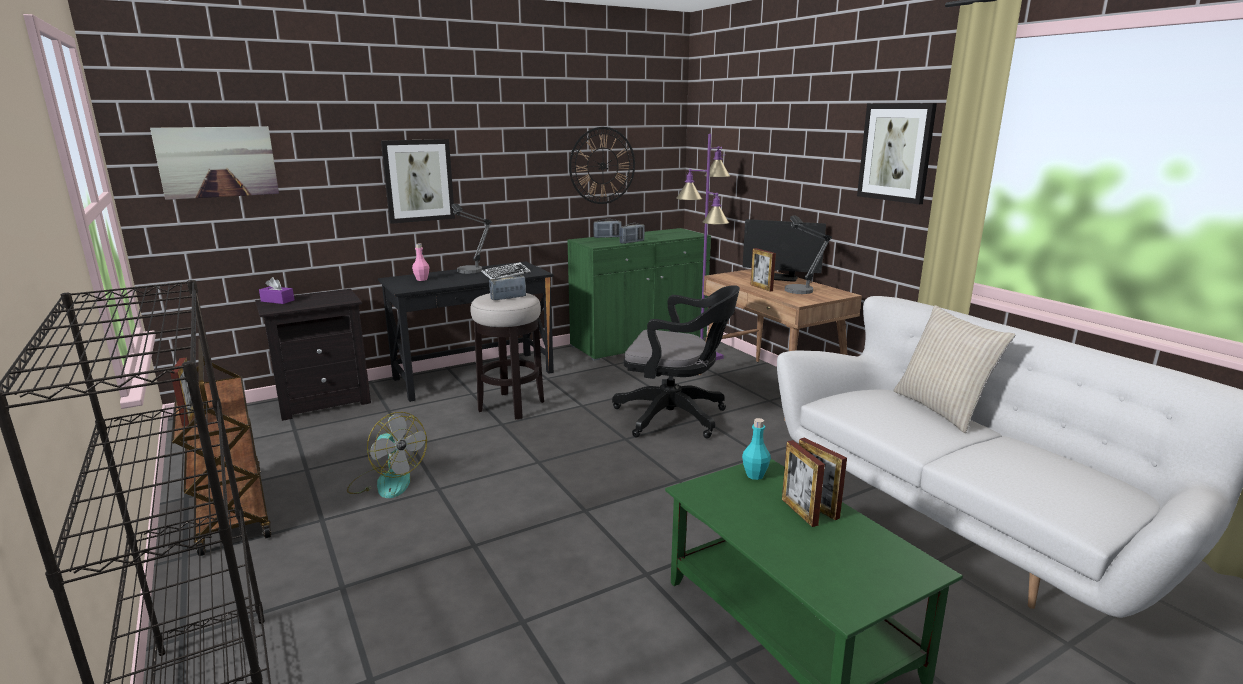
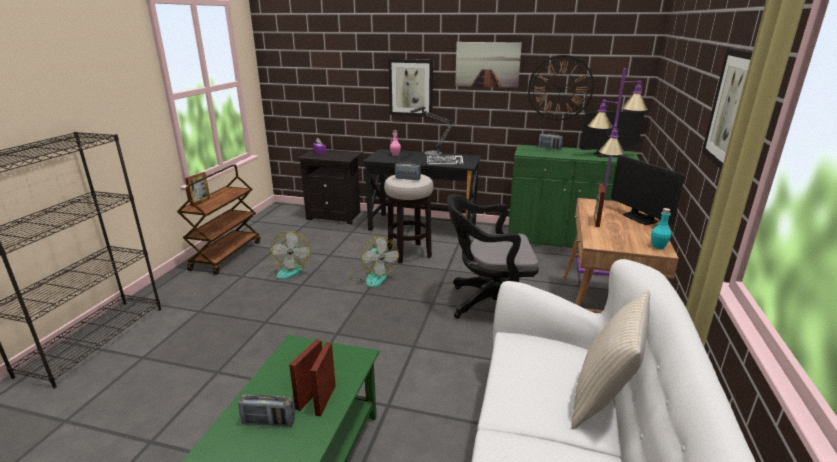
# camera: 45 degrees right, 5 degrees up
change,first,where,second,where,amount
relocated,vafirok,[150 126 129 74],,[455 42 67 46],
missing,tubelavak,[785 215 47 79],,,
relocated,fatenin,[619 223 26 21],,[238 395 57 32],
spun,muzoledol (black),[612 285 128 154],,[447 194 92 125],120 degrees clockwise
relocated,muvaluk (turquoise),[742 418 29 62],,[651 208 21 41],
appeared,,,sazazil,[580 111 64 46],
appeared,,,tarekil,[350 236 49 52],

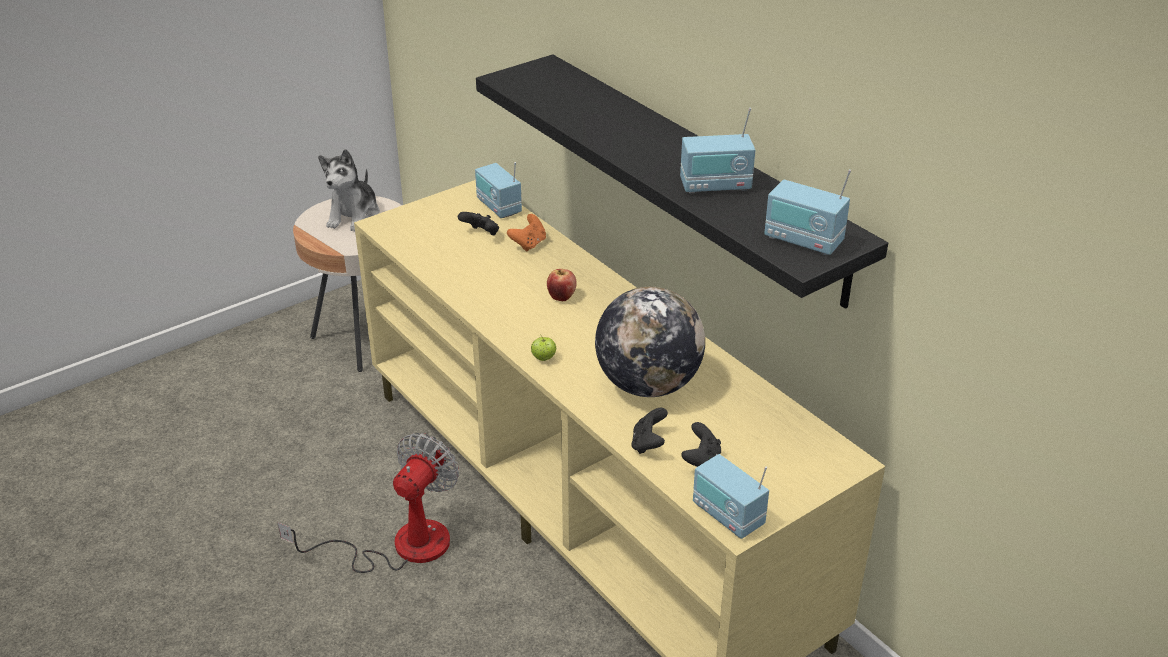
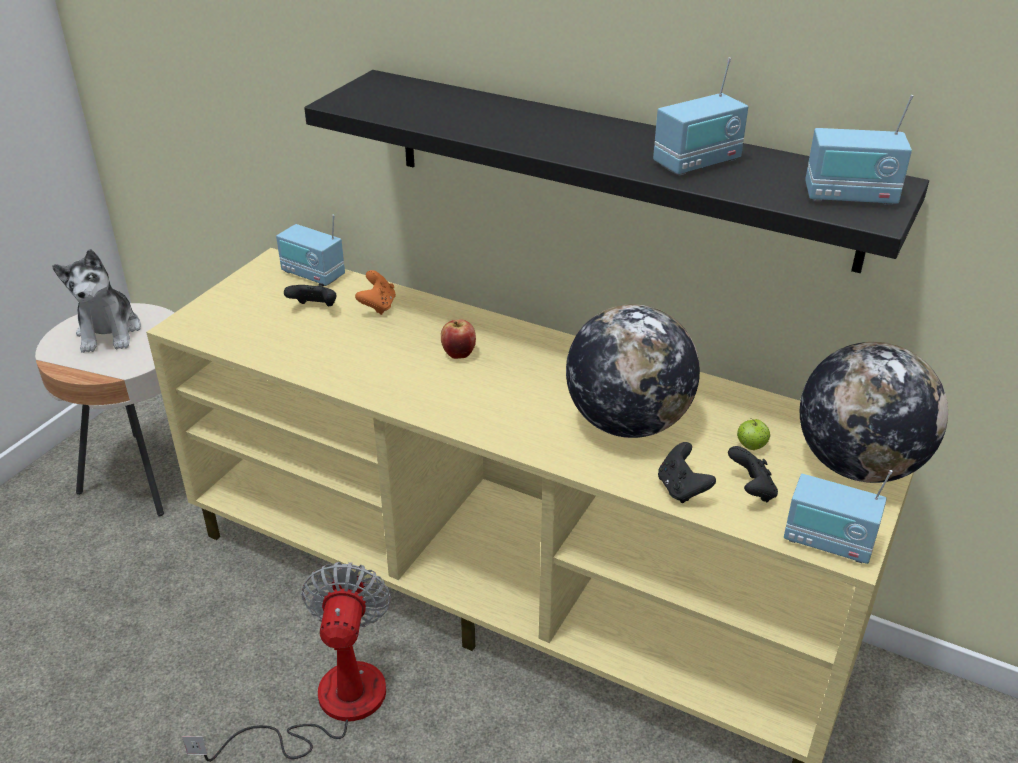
# camera: 25 degrees left, 0 degrees up
change,first,where,second,where,amount
relocated,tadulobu,[531 337 25 24],,[737 418 33 32],
appeared,,,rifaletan,[800 342 148 141],

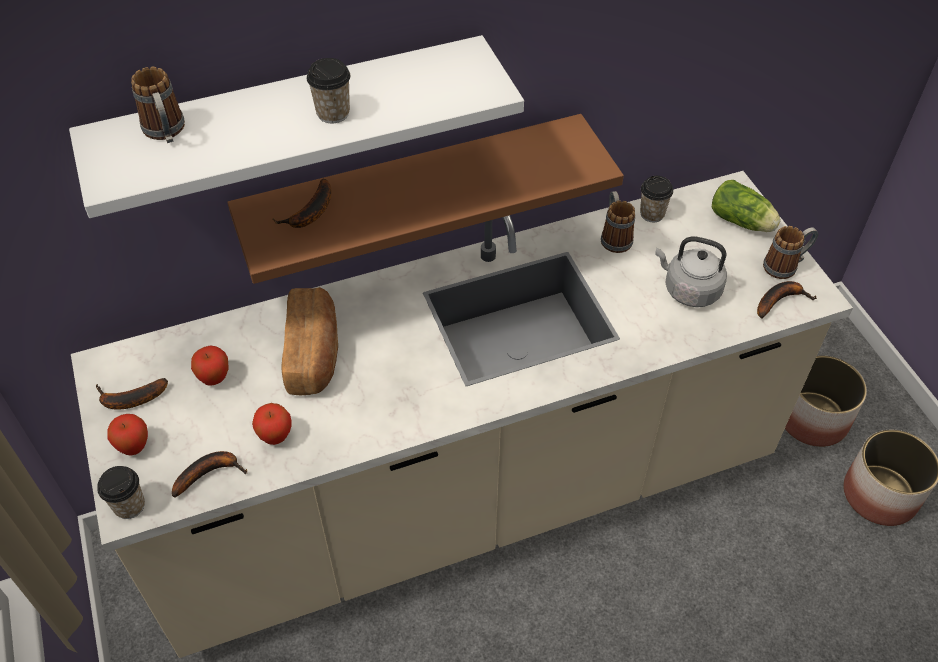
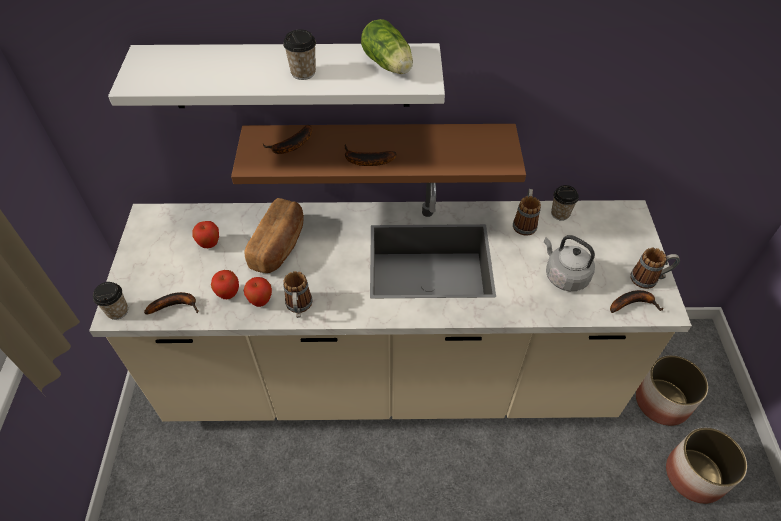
# camera: 20 degrees right, 0 degrees up
change,first,where,second,where,amount
relocated,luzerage,[131 67 54 76],,[283 271 30 47],
relocated,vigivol,[712 180 69 52],,[361 19 52 55],
relocated,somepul,[96 378 72 32],,[345 144 52 22],
relocated,tadulobu,[107 414 41 42],,[244 277 28 30],

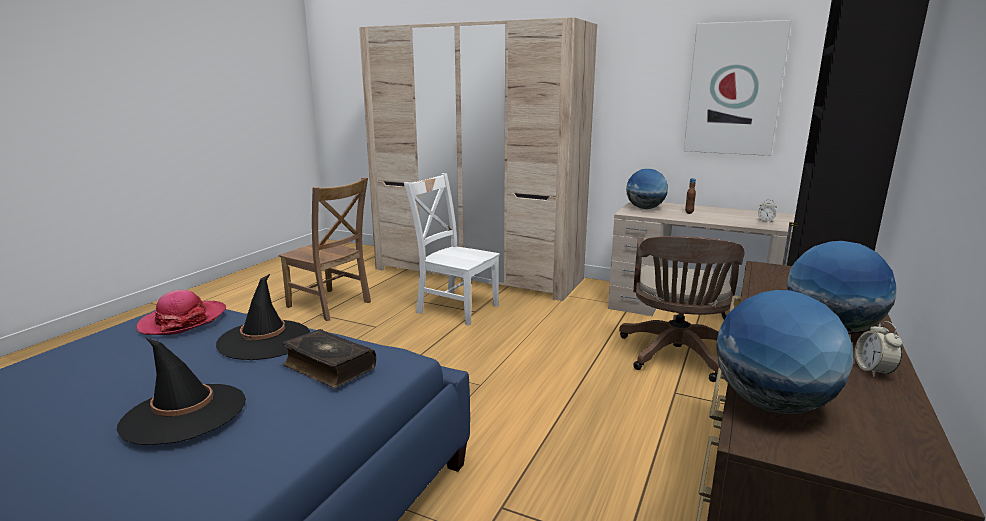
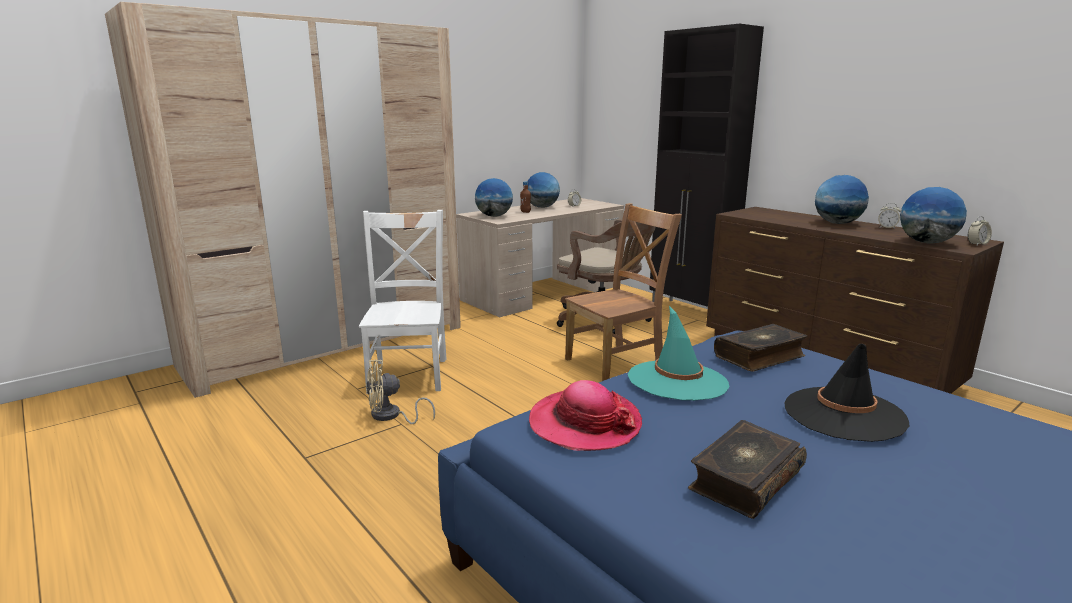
# camera: 65 degrees left, 0 degrees up
change,first,where,second,where,amount
missing,vafirok,[684 20 107 136],,,
spun,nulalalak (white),[404 173 96 153],,[359 210 87 184],120 degrees clockwise
relocated,nulalalak (brown),[279 178 92 143],,[565 203 117 178],
colour,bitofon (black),[216 273 94 87],bitofon (turquoise),[628 306 102 95],
appeared,,,rifaletan,[527 172 33 36],
appeared,,,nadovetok,[968 216 24 29],
appeared,,,tarekil (beige),[366 359 69 65],
appeared,,,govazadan,[688 420 119 99],

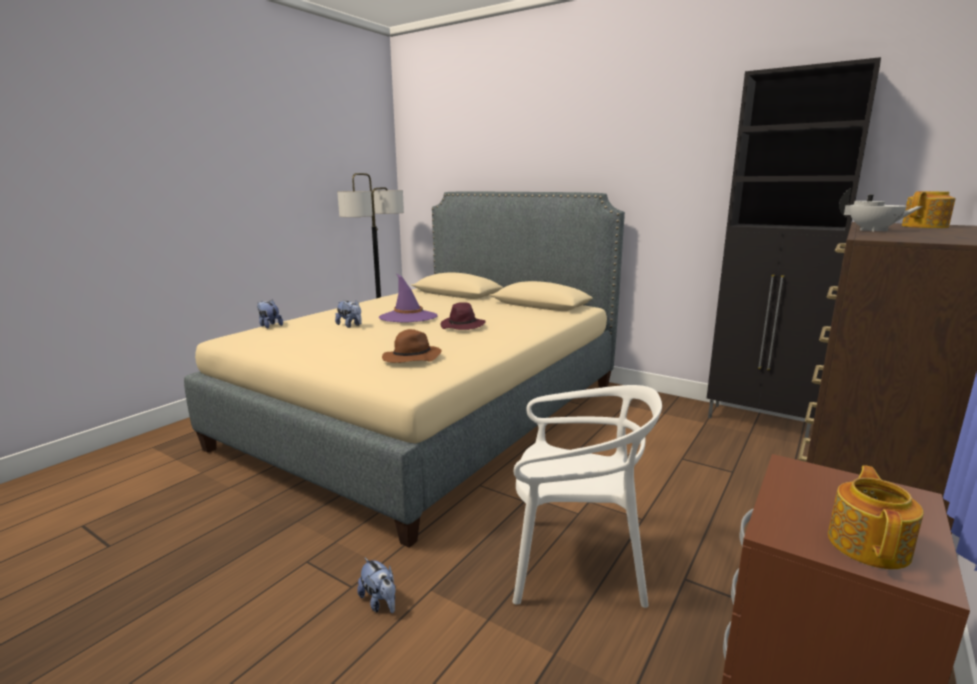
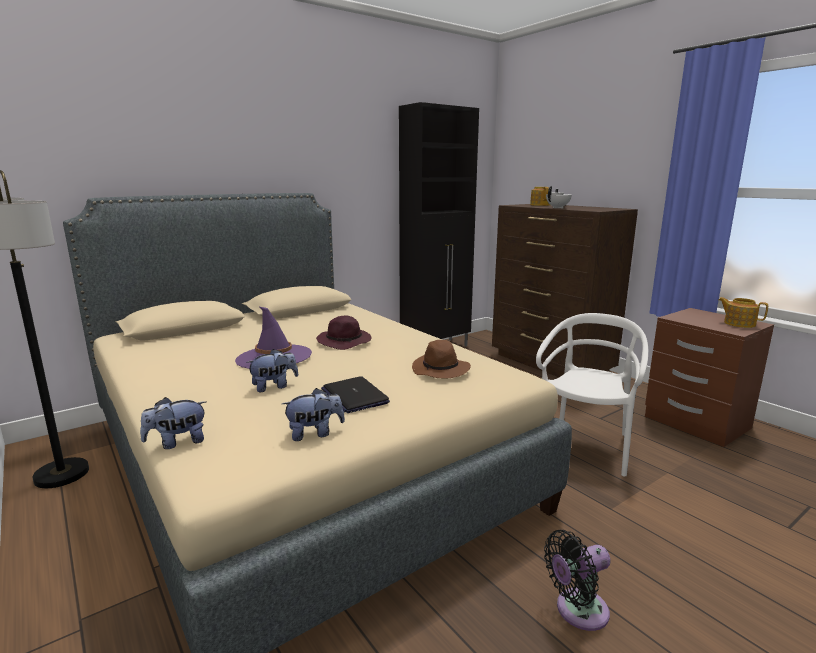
# camera: 70 degrees left, 0 degrees up
change,first,where,second,where,amount
relocated,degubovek,[357 558 39 55],,[282 388 63 53],
appeared,,,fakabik,[321 376 69 37],
appeared,,,tarekil (black),[544 530 67 101],

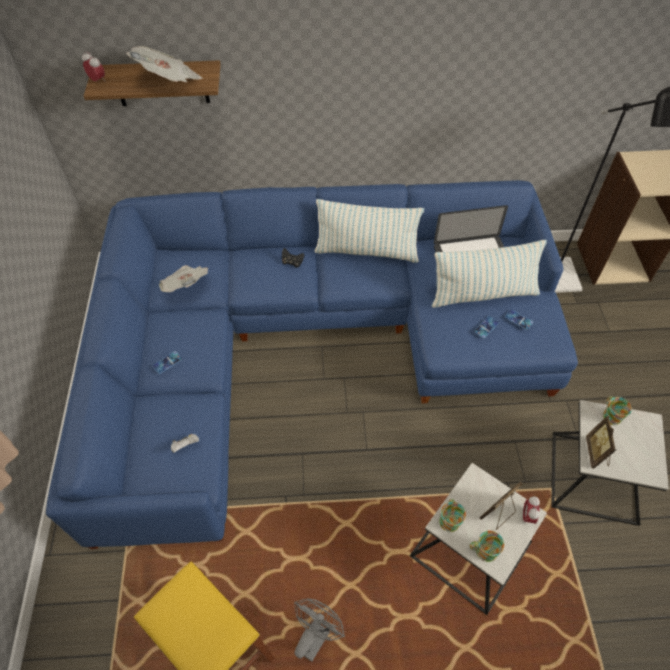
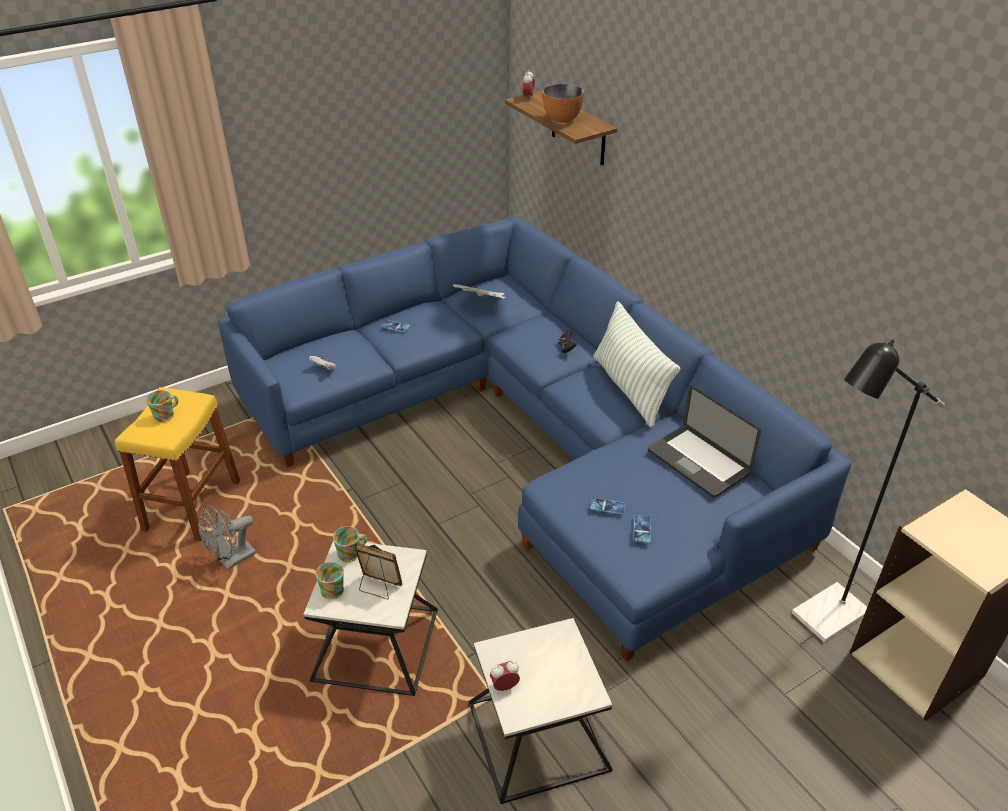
# camera: 60 degrees right, 15 degrees down
change,first,where,second,where,amount
exchanged,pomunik,[126 46 77 36],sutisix,[543 84 41 39],
missing,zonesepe,[431 240 116 68],,,
relocated,luzerage,[603 396 29 29],,[146 390 32 32],
missing,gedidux,[586 416 30 52],,,
relocated,nadovetok,[523 496 17 28],,[490 660 30 31],
spun,tarekil (grey),[294 598 51 64],,[198 505 58 65],135 degrees clockwise

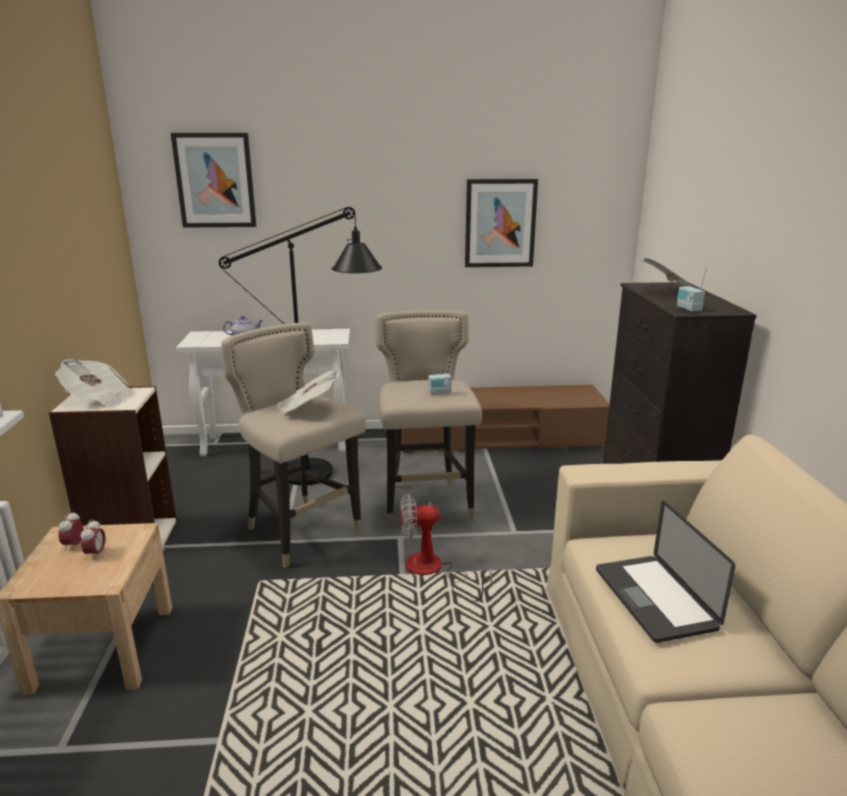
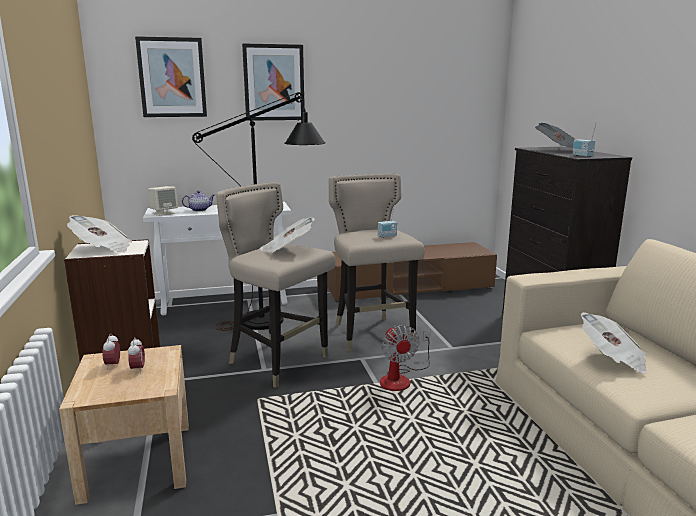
# camera: 10 degrees left, 5 degrees down
change,first,where,second,where,amount
relocated,vafirok,[465 179 73 88],,[242 43 62 78],
spun,tarekil,[400 493 92 109],,[380 325 50 66],90 degrees counterclockwise
exchanged,fakabik,[596 500 139 143],pomunik,[581 312 66 62],
appeared,,,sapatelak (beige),[148 186 30 30],

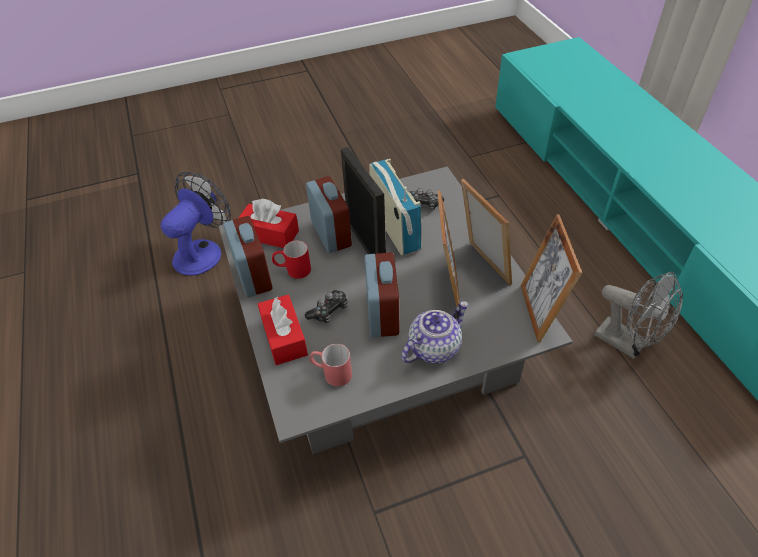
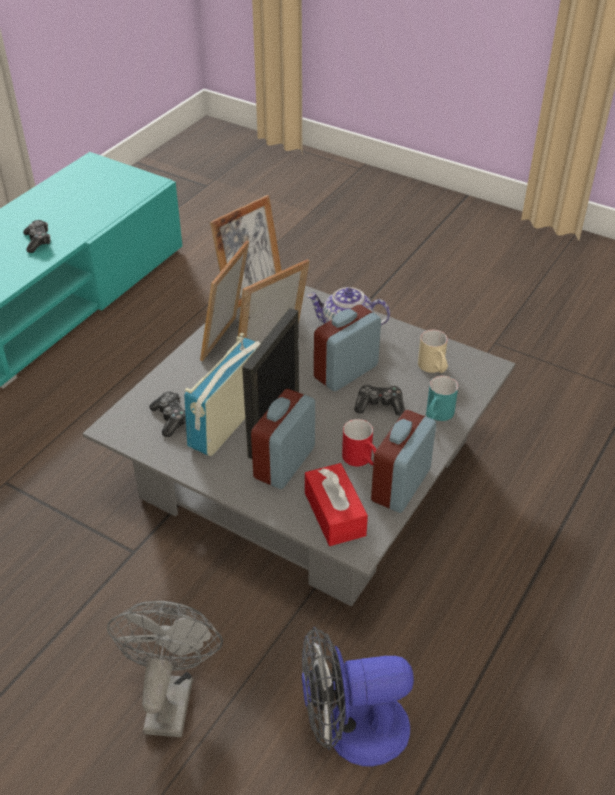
# camera: 130 degrees left, 5 degrees down
change,first,where,second,where,amount
relocated,tarekil (grey),[594 272 89 87],,[107 601 116 136],
exchanged,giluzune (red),[258 295 50 70],luzerage (turquoise),[426 376 32 45],
colour,luzerage (red),[309 344 43 43],luzerage (beige),[418 330 30 43],
appeared,,,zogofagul,[23 220 28 33],

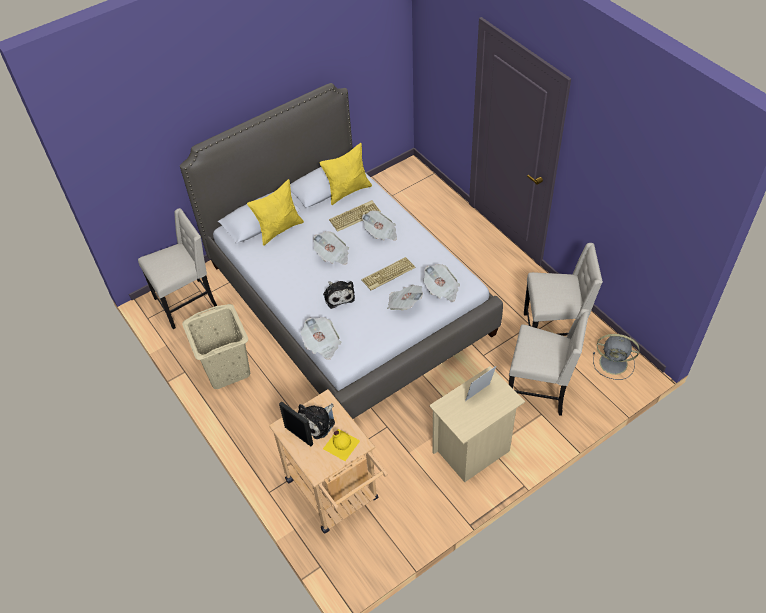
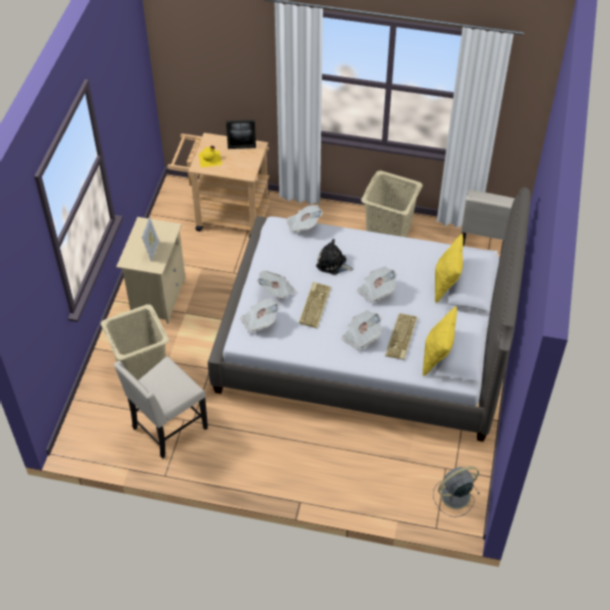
# camera: 135 degrees right, 0 degrees up
change,first,where,second,where,amount
exchanged,nulalalak (beige),[509 309 80 107],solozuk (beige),[101 304 68 76],
relocated,tarekil (grey),[593 334 46 46],,[433 466 47 51],
missing,degubovek,[298 403 37 36],,,

